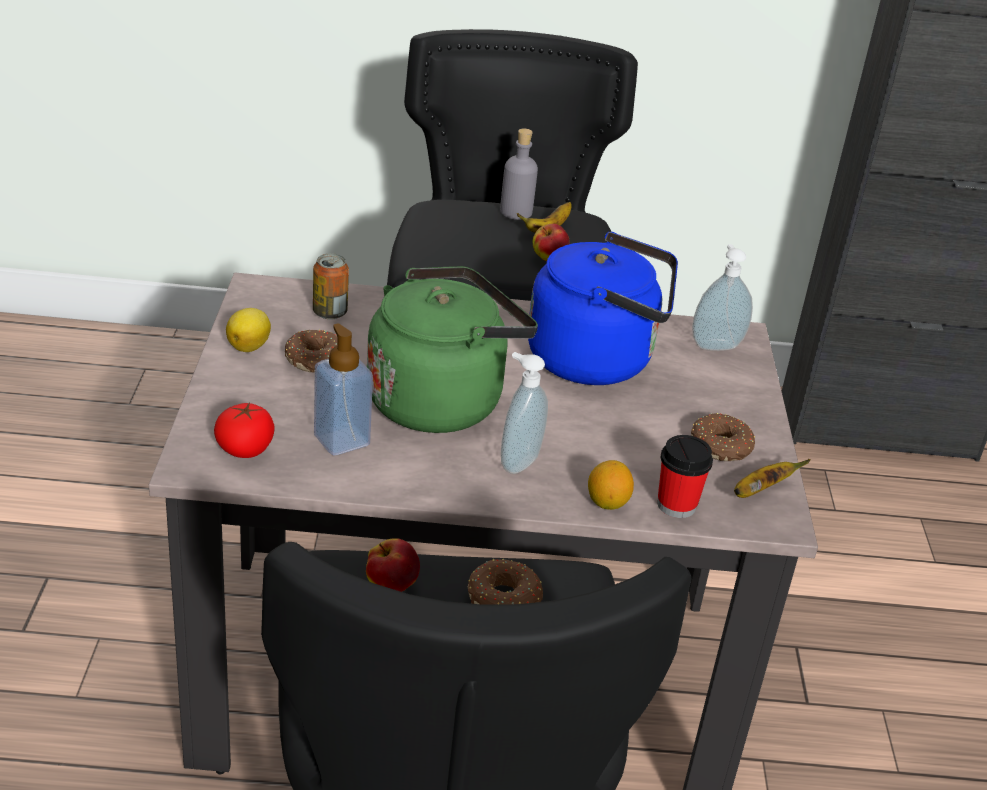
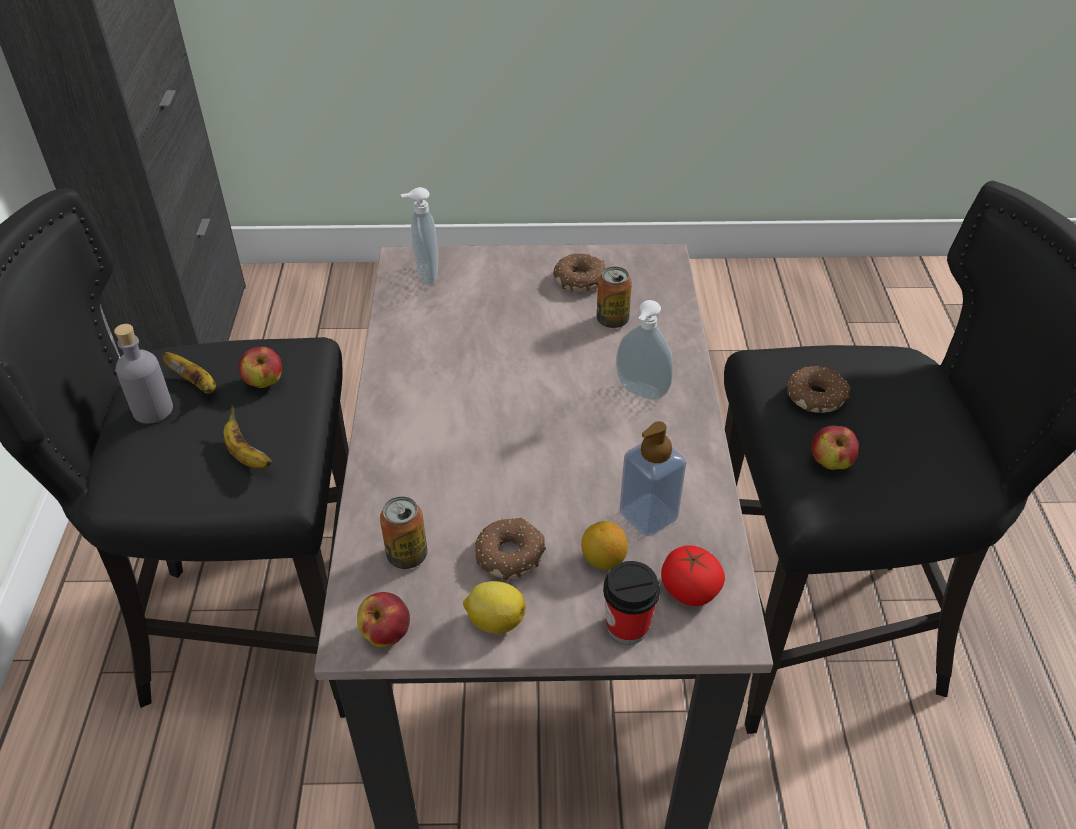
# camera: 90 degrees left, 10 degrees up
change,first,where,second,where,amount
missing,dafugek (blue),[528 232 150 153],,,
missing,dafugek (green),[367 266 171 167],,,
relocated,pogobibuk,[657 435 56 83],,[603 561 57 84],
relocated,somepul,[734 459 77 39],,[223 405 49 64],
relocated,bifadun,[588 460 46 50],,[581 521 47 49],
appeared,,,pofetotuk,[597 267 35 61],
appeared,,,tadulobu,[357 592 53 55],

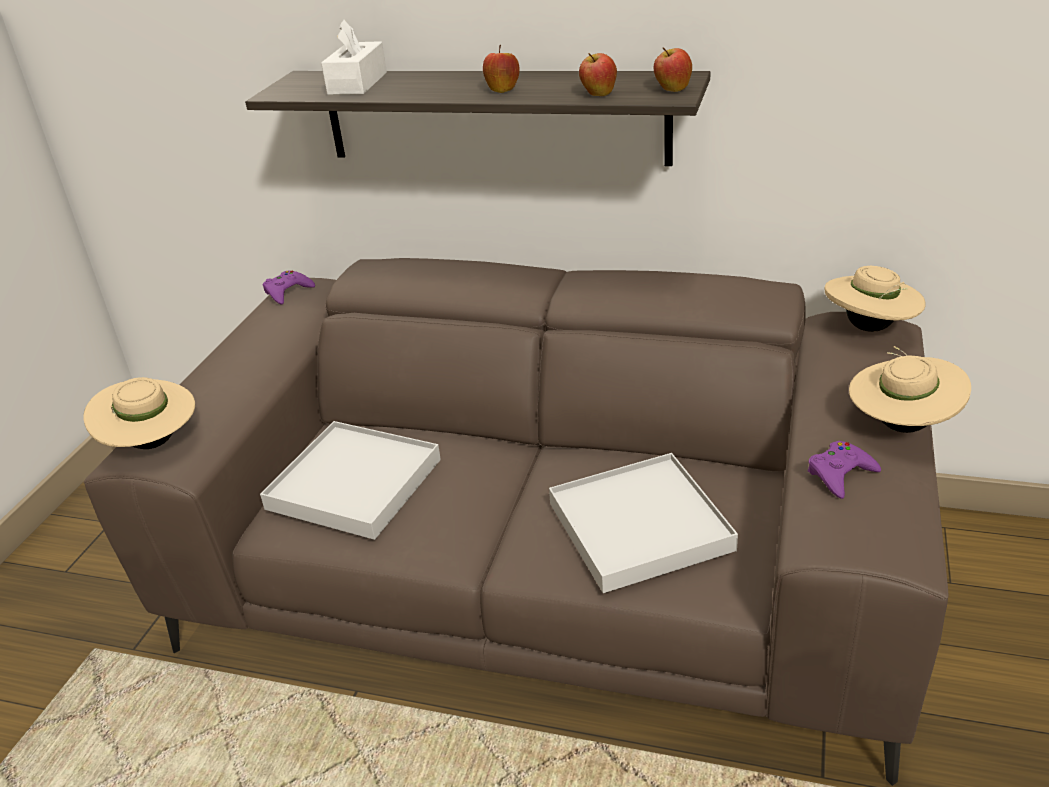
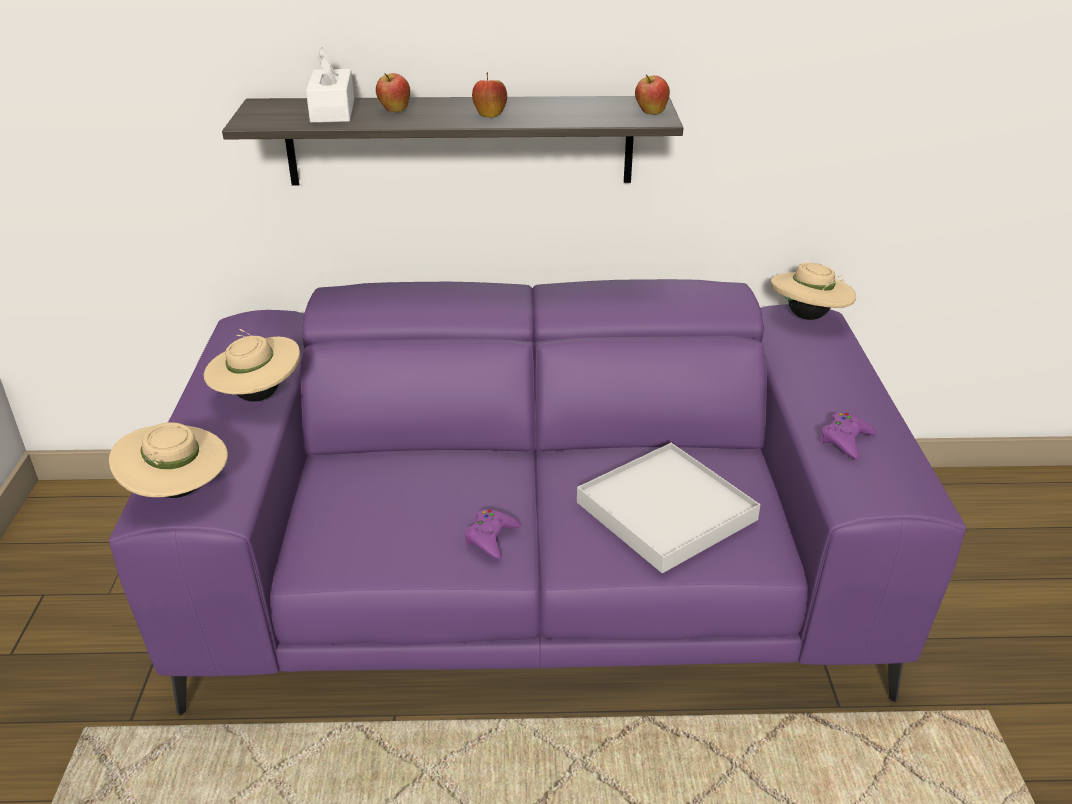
# camera: 20 degrees left, 0 degrees up
change,first,where,second,where,amount
relocated,tadulobu,[579 53 38 43],,[376 73 34 39],
colour,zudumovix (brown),[84 258 864 528],zudumovix (purple),[109 279 857 437],
relocated,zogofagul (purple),[263 270 52 35],,[465 509 56 50],
relocated,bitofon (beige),[849 346 122 87],,[204 329 96 72],
missing,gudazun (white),[260 421 181 119],,,

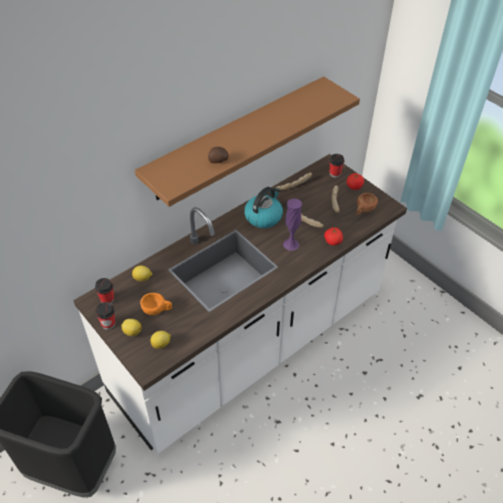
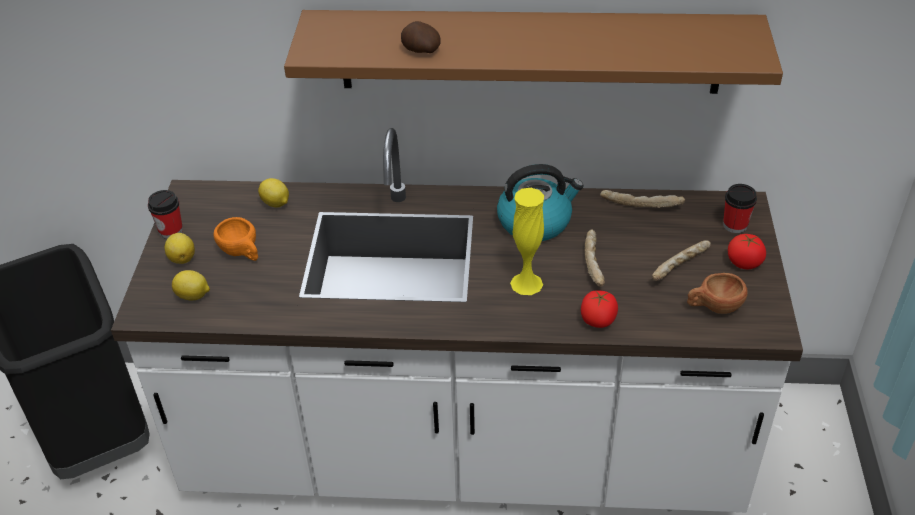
# camera: 45 degrees right, 5 degrees down
change,first,where,second,where,amount
colour,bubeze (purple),[283 198 19 53],bubeze (yellow),[510 188 34 107],
missing,pogobibuk,[95 278 19 26],,,

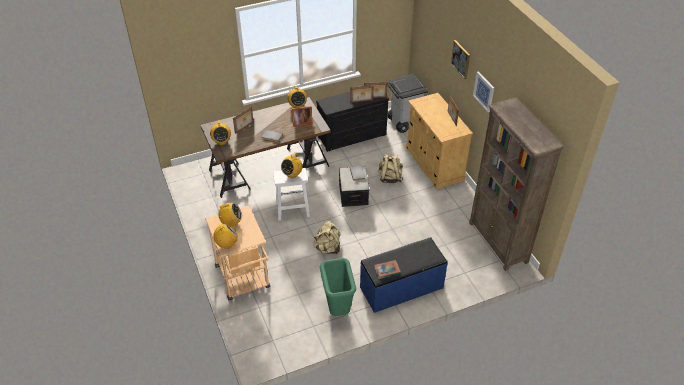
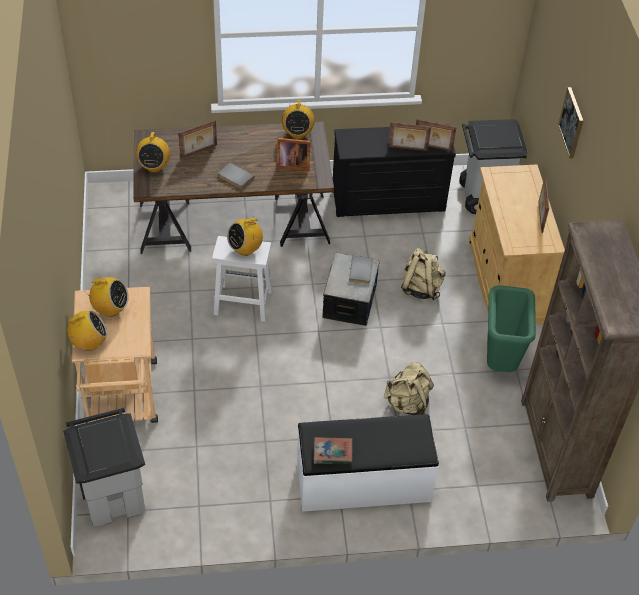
# camera: 15 degrees right, 5 degrees up
change,first,where,second,where,amount
missing,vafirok,[473 71 21 41],,,
relocated,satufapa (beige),[314 221 26 34],,[384 362 50 53],
colour,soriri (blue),[360 237 88 76],soriri (white),[297 414 142 98],
relocated,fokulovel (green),[320 258 36 58],,[487 286 49 86],
appeared,,,fokulovel (grey),[63 408 82 118],

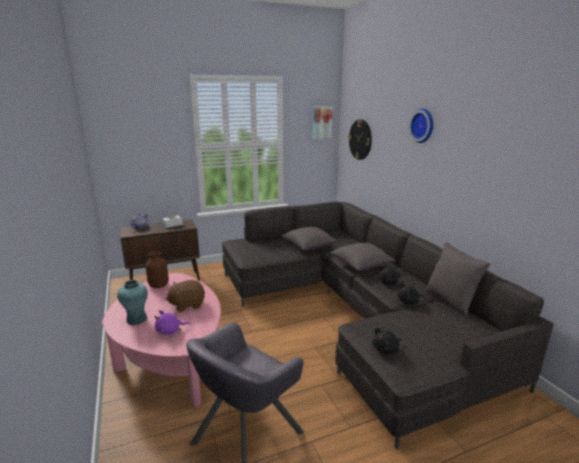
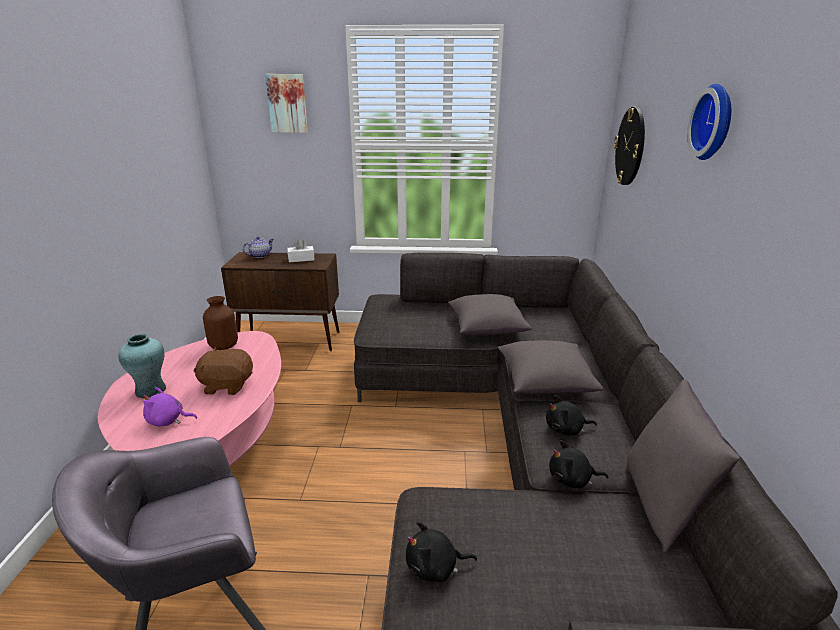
# camera: 25 degrees right, 5 degrees up
change,first,where,second,where,amount
relocated,vafirok,[312 106 21 33],,[265 74 43 59],

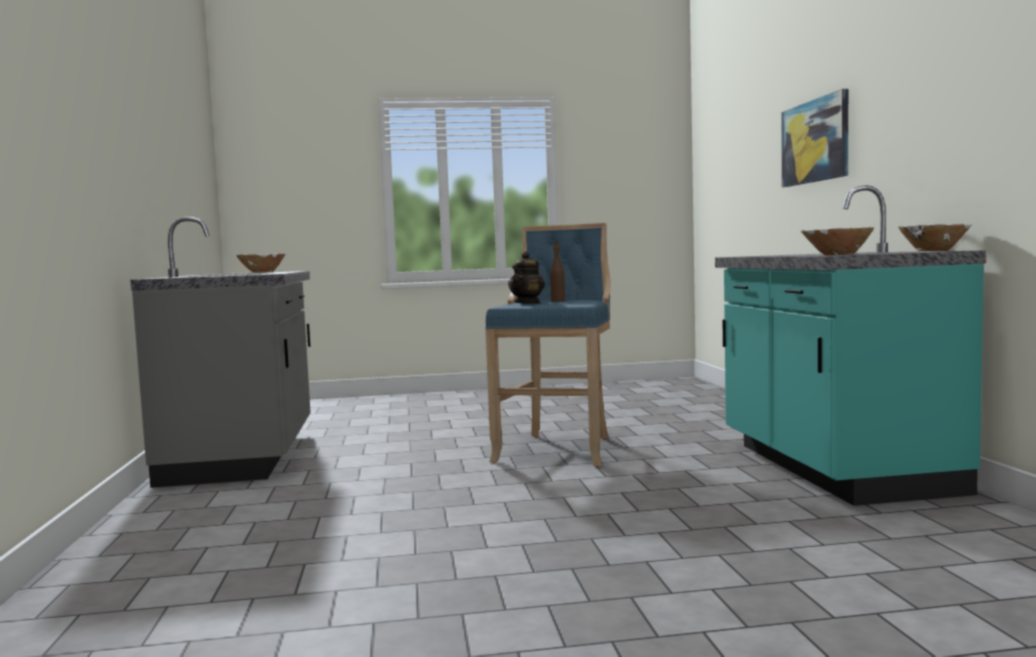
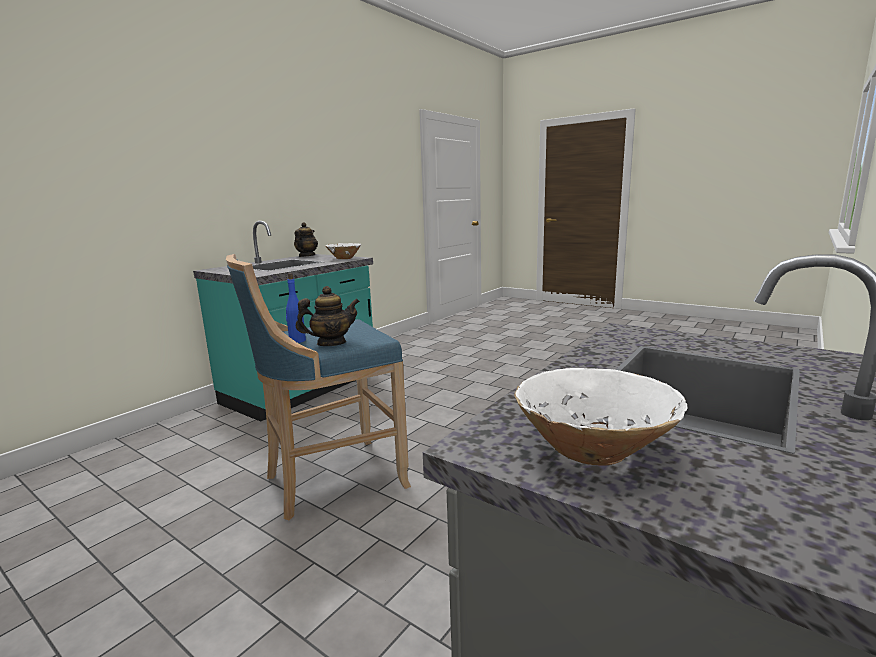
# camera: 135 degrees left, 10 degrees up
change,first,where,second,where,amount
missing,vafirok,[781 89 67 98],,,
exchanged,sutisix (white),[898 224 74 27],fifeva,[294 222 24 35],
colour,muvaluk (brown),[550 240 15 62],muvaluk (blue),[286 273 20 70],

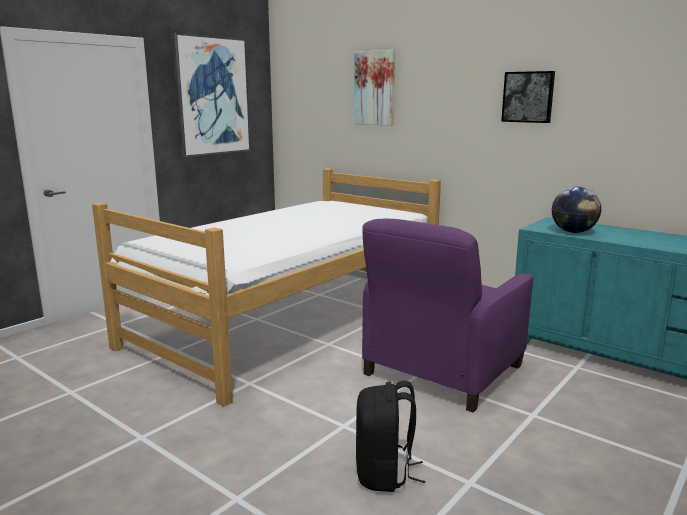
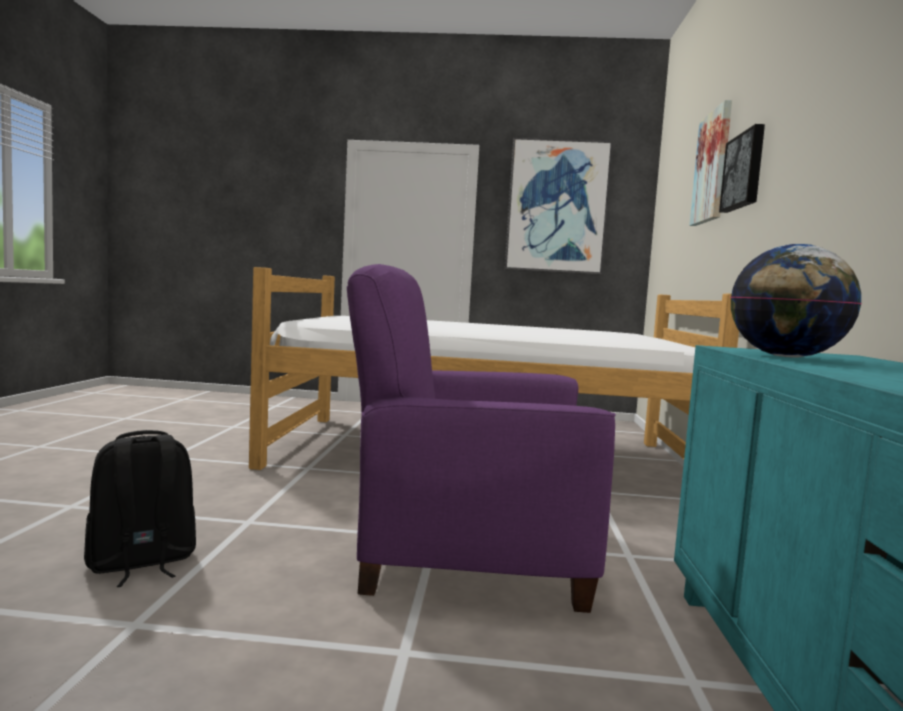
# camera: 55 degrees right, 10 degrees down
change,first,where,second,where,amount
relocated,vafirok,[501 71 54 52],,[719 124 46 89],

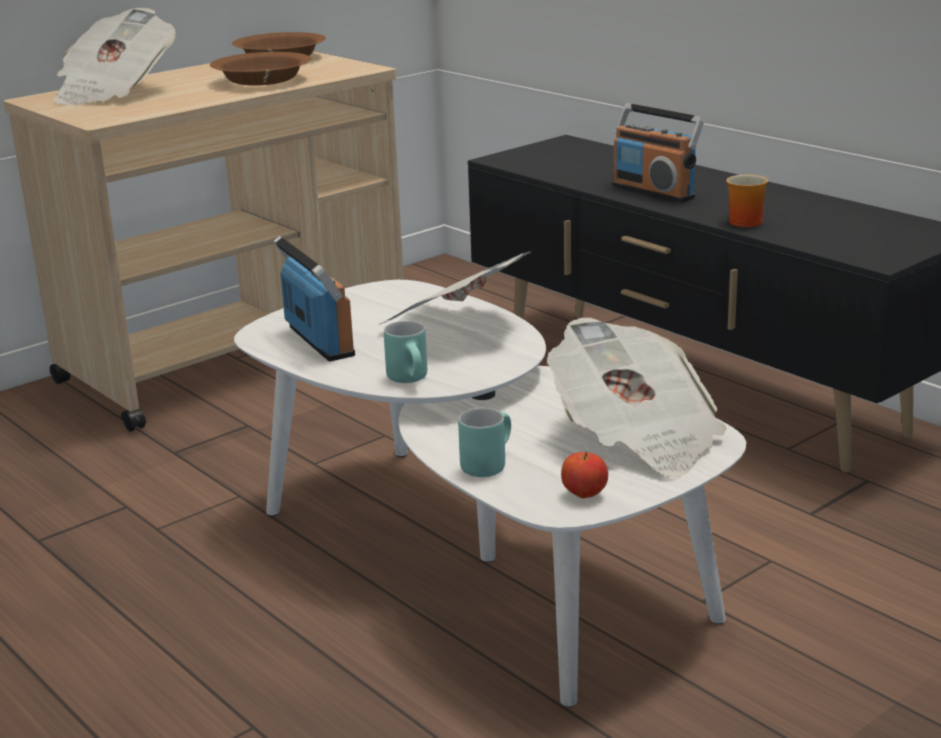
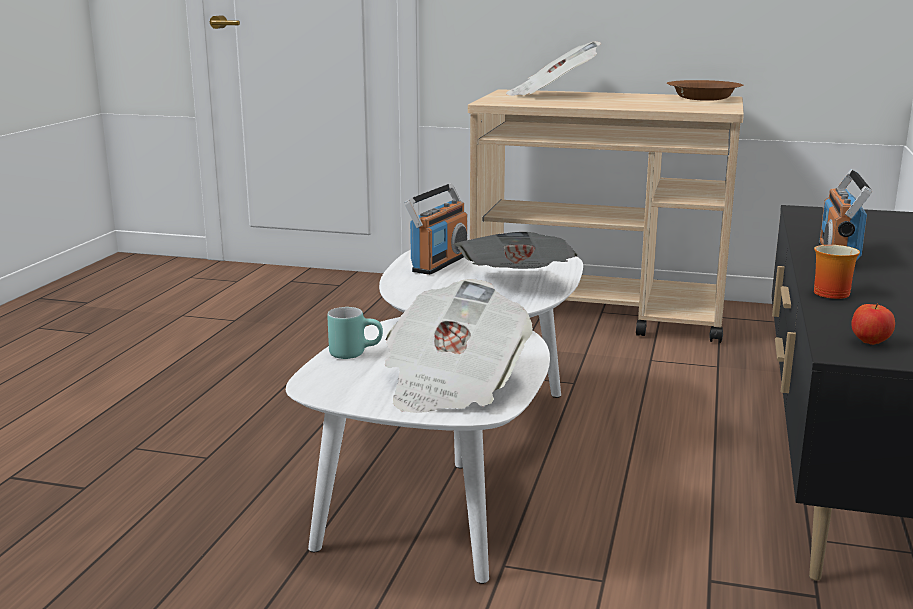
# camera: 55 degrees right, 5 degrees down
change,first,where,second,where,amount
missing,sutisix (brown),[210 52 101 34],,,
missing,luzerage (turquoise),[384 321 43 62],,,
relocated,tadulobu,[561 452 47 46],,[851 303 44 42],

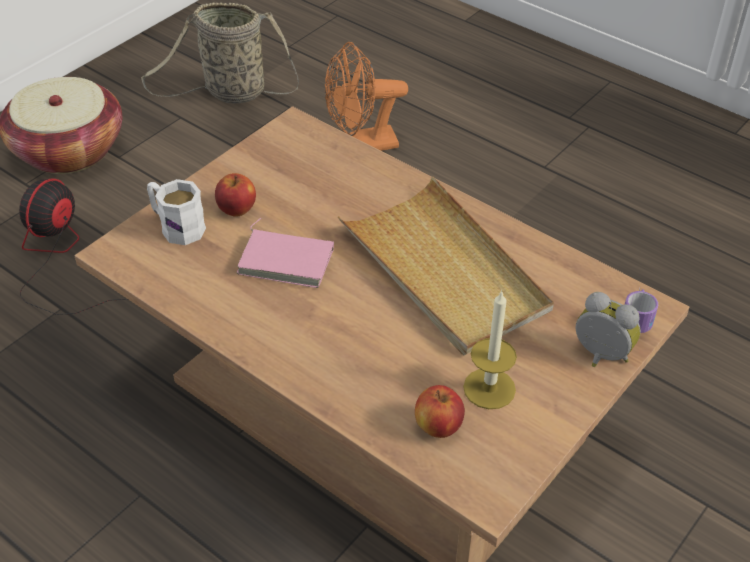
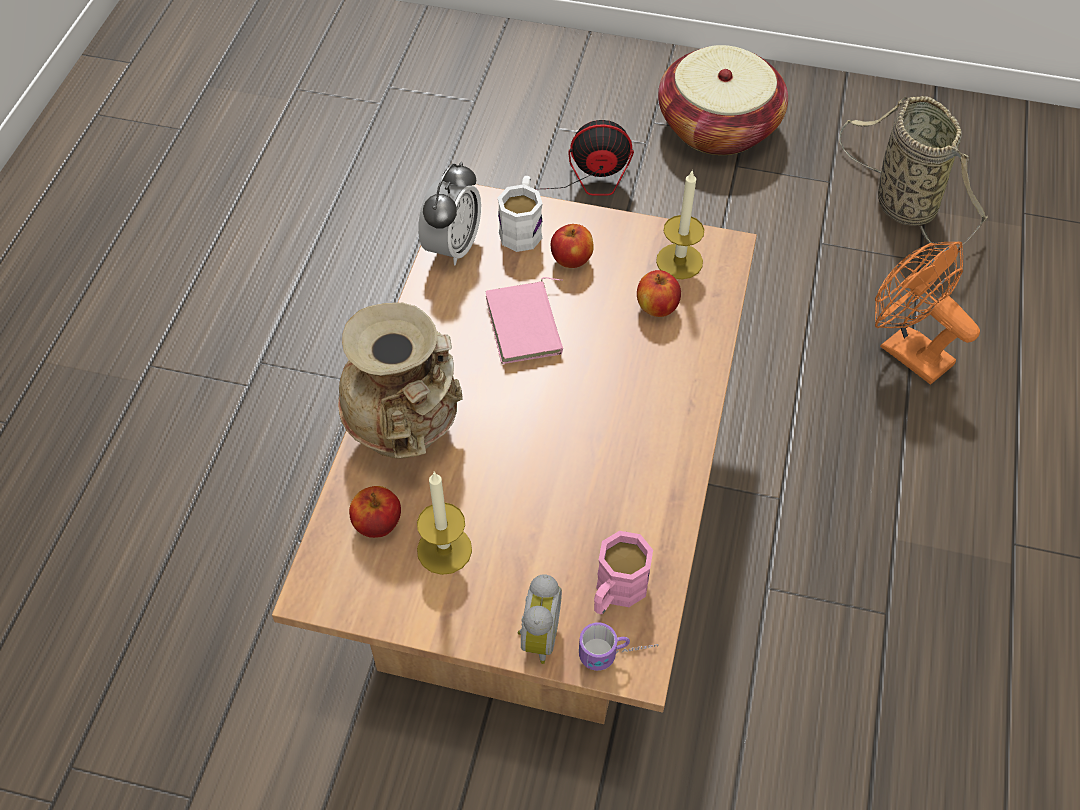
# camera: 65 degrees right, 10 degrees up
change,first,where,second,where,amount
missing,gudazun (beige),[338 177 216 178],,,
appeared,,,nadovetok,[418 162 63 104],
appeared,,,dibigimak,[656 170 48 109],
appeared,,,tadulobu,[637 270 44 47],
appeared,,,bubeze (beige),[338 303 124 156],
appeared,,,luzerage (pink),[594 531 59 83],

